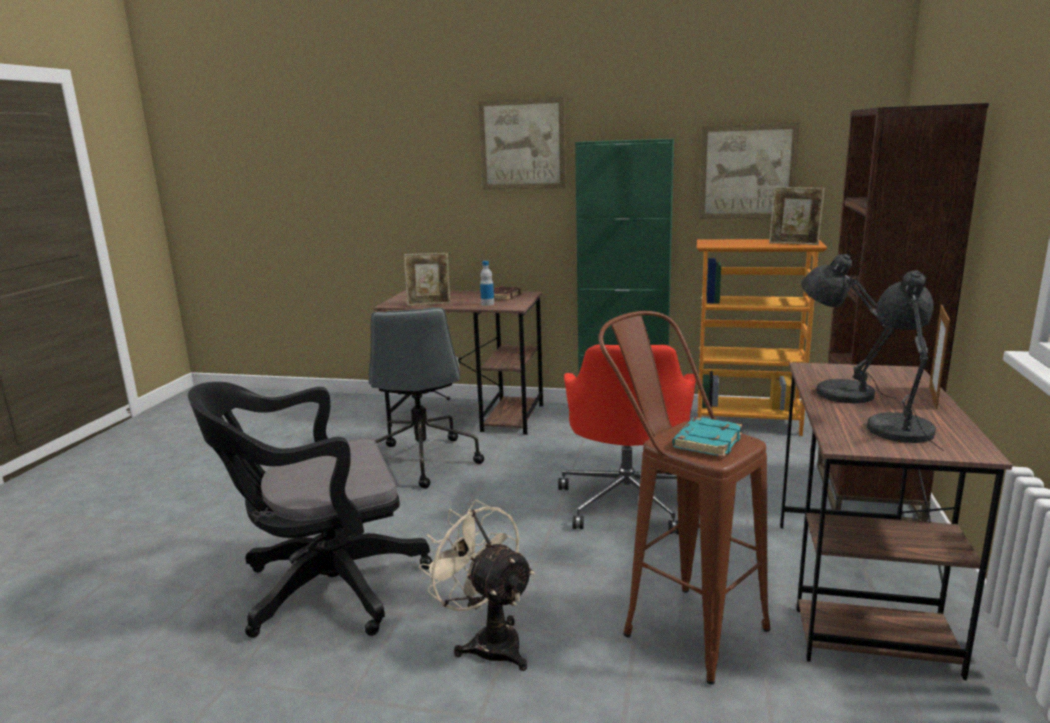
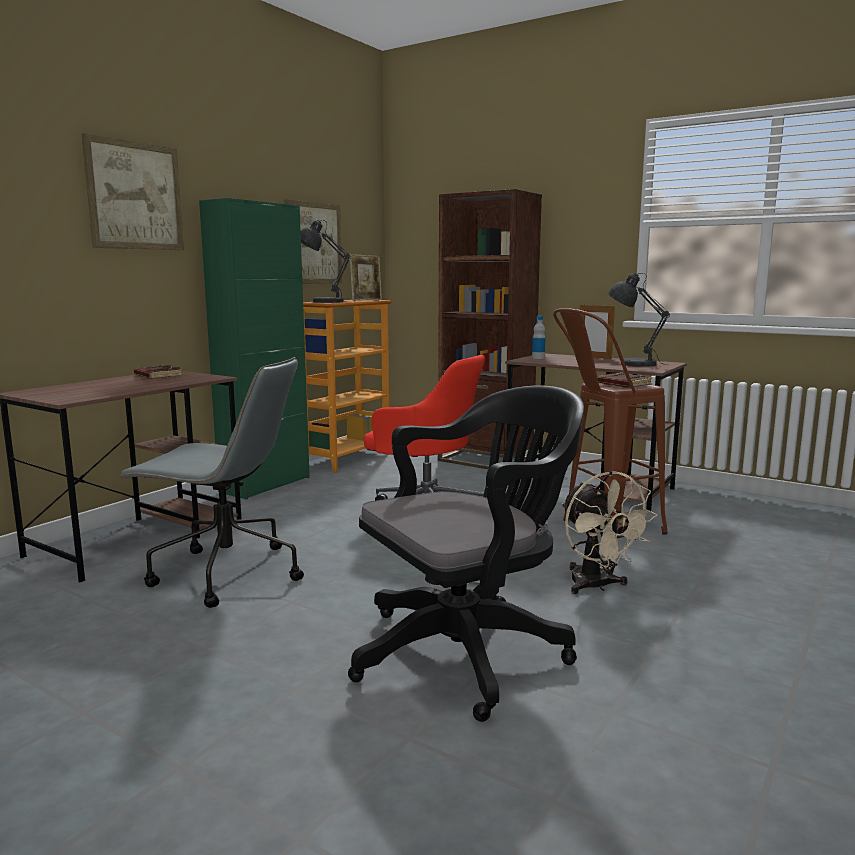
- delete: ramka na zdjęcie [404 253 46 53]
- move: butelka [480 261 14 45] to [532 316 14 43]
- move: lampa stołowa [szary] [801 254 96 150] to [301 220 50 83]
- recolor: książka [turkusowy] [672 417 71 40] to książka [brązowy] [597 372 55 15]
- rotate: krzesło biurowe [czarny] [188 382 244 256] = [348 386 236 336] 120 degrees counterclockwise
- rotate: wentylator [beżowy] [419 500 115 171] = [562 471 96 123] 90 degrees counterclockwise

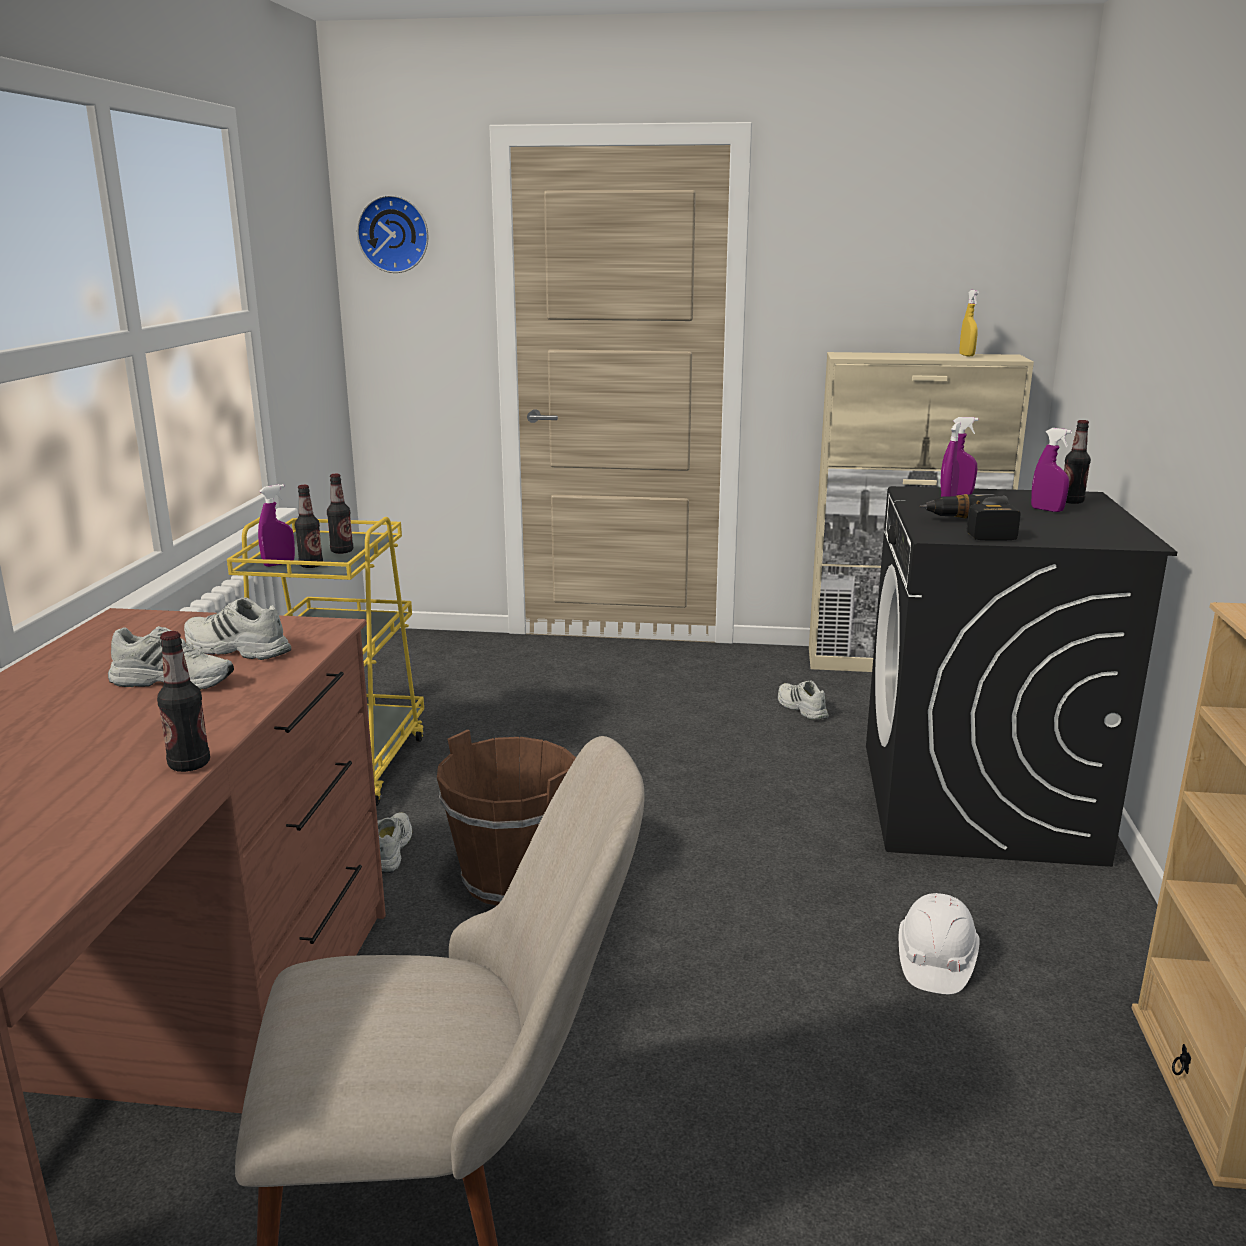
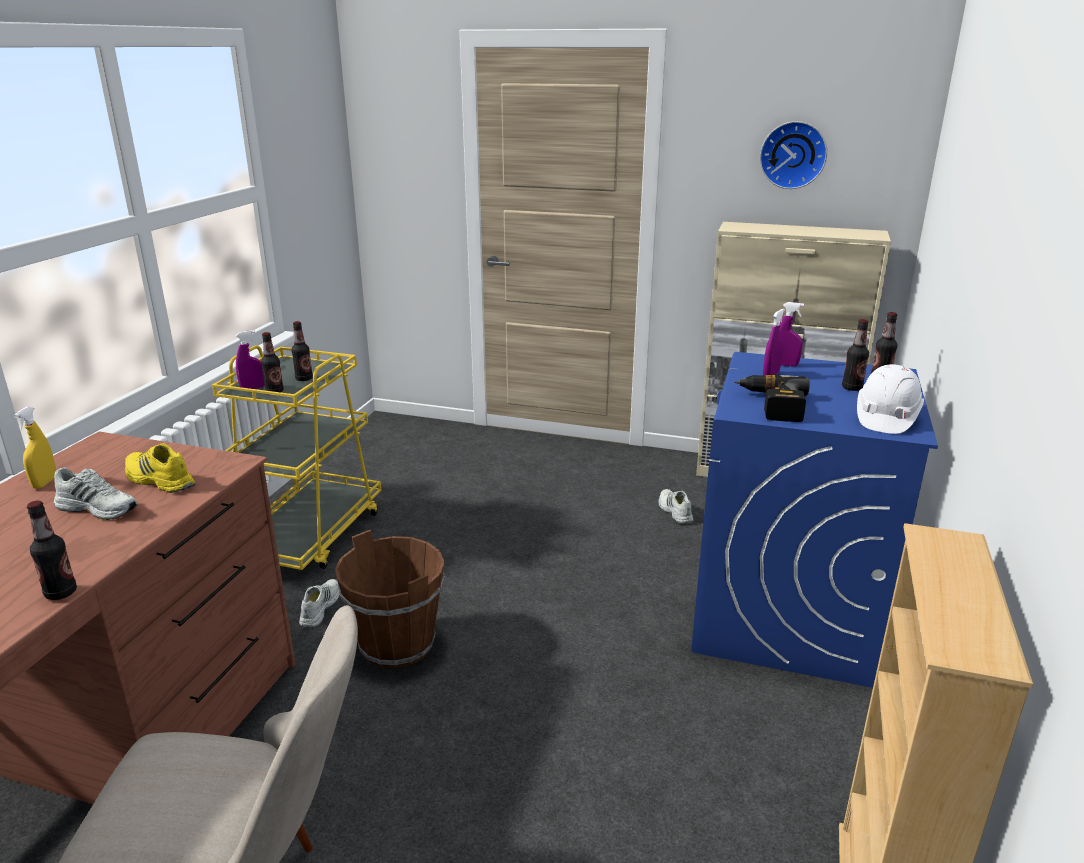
- move: zegar ścienny [357 195 71 78] to [760 121 67 68]
- move: kask [biały] [899 893 81 101] to [857 364 67 70]
- move: spryskiwacz [żółty] [959 290 20 66] to [14 407 42 82]
- replace: spryskiwacz [fioletowy] [1031 428 41 84] to butelka [842 319 27 72]
- recolor: but [biały] [184 597 107 63] to but [żółty] [125 443 70 50]
- recolor: pralka [czarny] [866 486 311 381] to pralka [niebieski] [691 352 247 336]

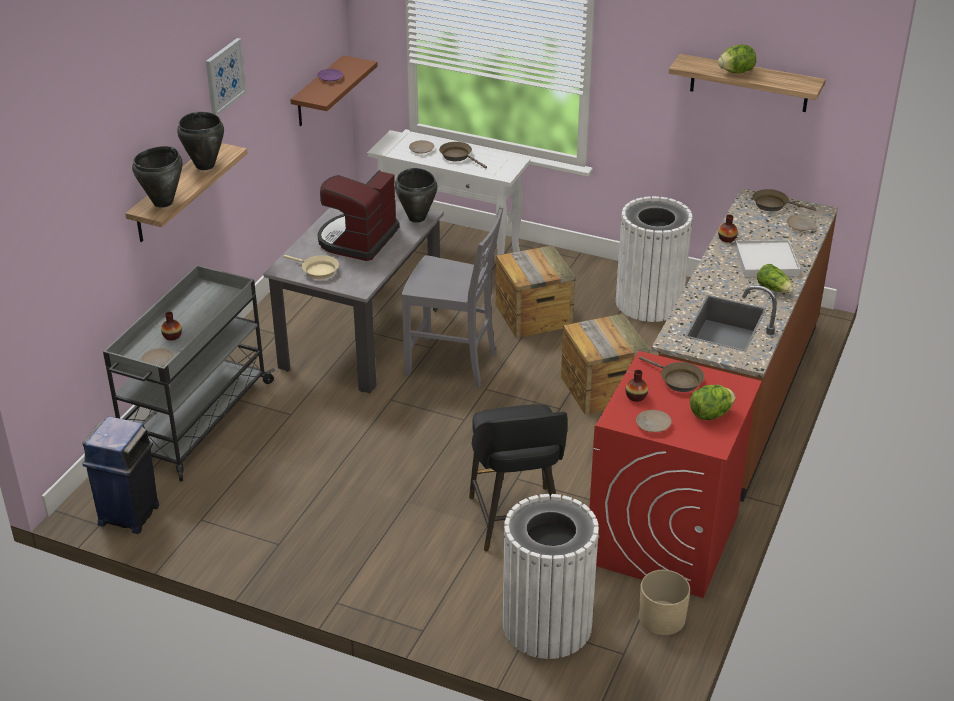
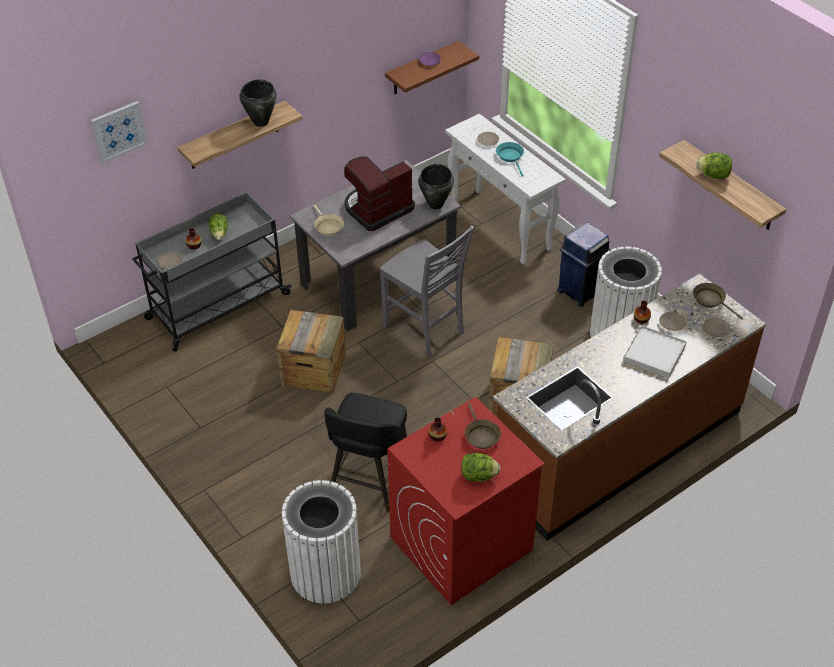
- delete: garnek [czarny] [132 146 51 62]
- delete: donica [beżowy] [639 570 51 65]
- move: kosz na śmieci [niebieski] [82 416 77 118] to [557 222 54 85]
- move: obraz [206 38 41 78] to [91 101 56 62]
- move: skrzynka [496 245 79 93] to [276 310 70 83]
- move: talerz [beżowy] [636 410 35 22] to [659 312 27 19]
- move: sałata [757 264 37 29] to [209 214 19 26]
- recolor: patelnia [brązowy] [439 142 48 26] to patelnia [turkusowy] [496 142 28 35]

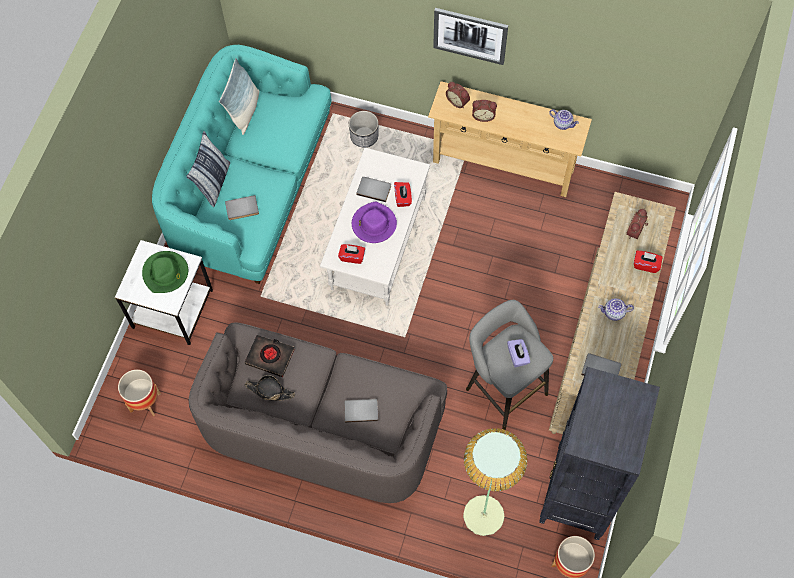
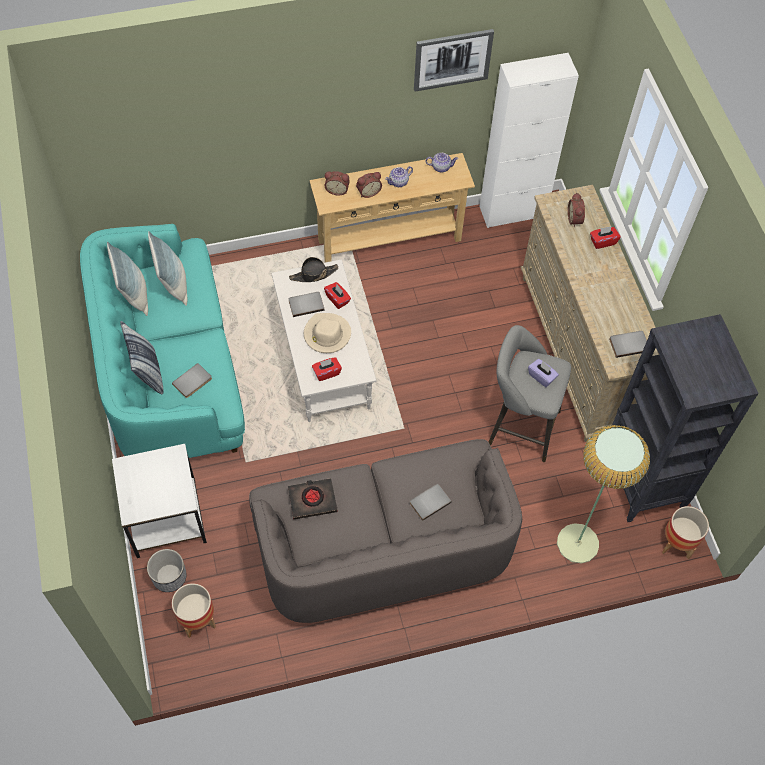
- delete: kapelusz [zielony] [142 251 46 42]
- insert: poduszka [148 231 39 75]
- insert: szafka [biały] [480 53 99 175]
- move: kapelusz [czarny] [244 375 51 26] to [289 257 49 25]
- move: donica [349 111 29 37] to [147 549 39 43]
- move: obraz [433 8 75 57] to [414 29 80 63]
- move: imbryk [598 298 36 23] to [385 166 28 21]
- recolor: kapelusz [fioletowy] [352 202 45 41] to kapelusz [beżowy] [304 313 47 40]

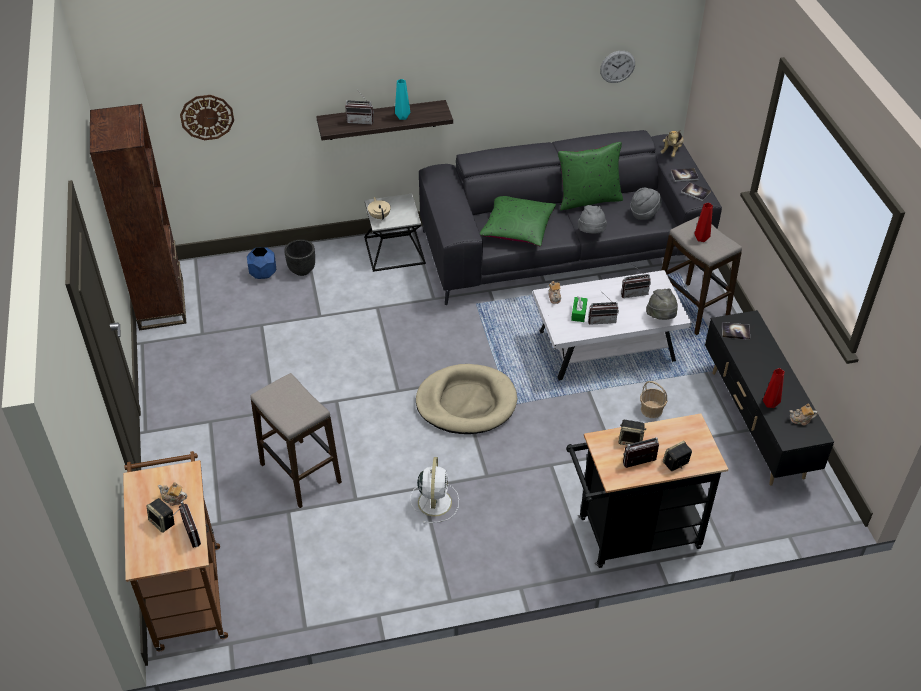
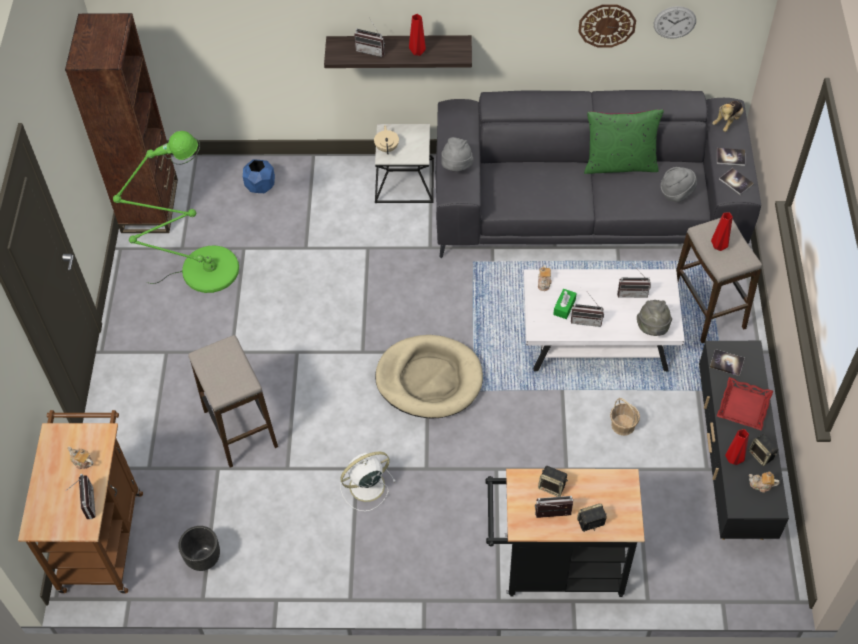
- delete: poduszka [zielony] [480 196 76 50]
- insert: lampa stojąca [zielony] [113 131 126 162]
- insert: taca [czerwony] [717 377 56 54]
- move: głośnik [146 498 28 35] to [749 434 30 32]
- move: zegar ścienny [180 95 54 45] to [578 4 58 43]
- move: donica [czarny] [284 239 31 37] to [178 526 42 45]
- move: kapelusz [szary] [578 205 29 29] to [441 137 32 34]
- recolor: wazon [turkusowy] [395 79 15 41] to wazon [czerwony] [409 14 17 42]
- rotate: wentylator [biały] [410 457 49 67] = [340 451 56 60] 135 degrees counterclockwise

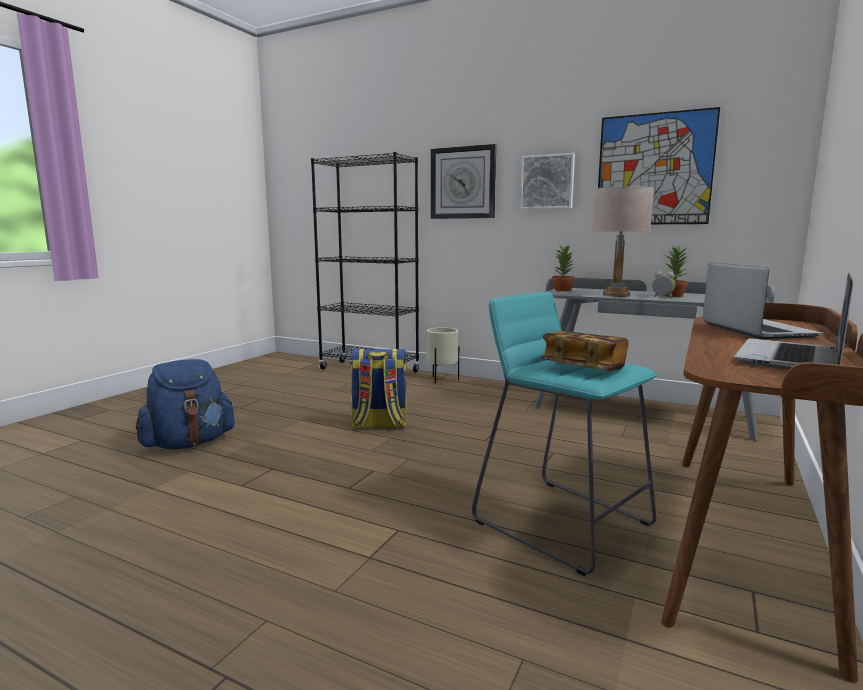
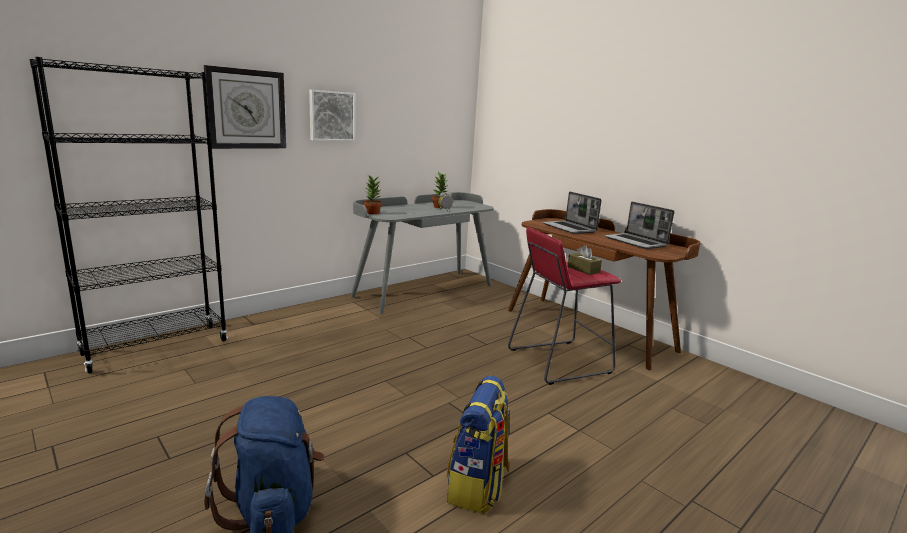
- delete: donica [beżowy] [427 327 32 57]
- delete: lampa stołowa [beżowy] [592 187 62 110]
- delete: obraz [598 107 122 117]
- move: plecak [350 349 57 79] to [447 375 62 139]
- replace: książka [540 331 88 40] to pudełko chusteczek [brązowy] [567 245 35 30]
- recolor: stołek [turkusowy] [472 292 185 284] to stołek [czerwony] [508 227 113 158]
- rotate: laptop [703 262 120 77] = [542 192 60 42] 135 degrees counterclockwise

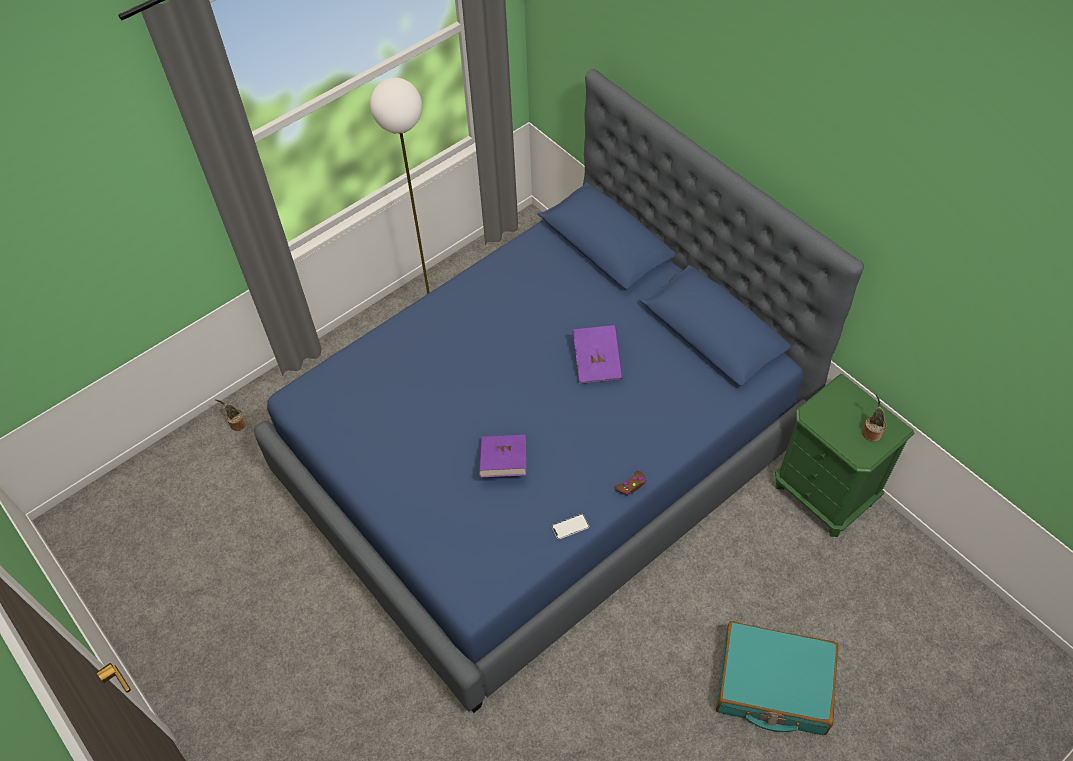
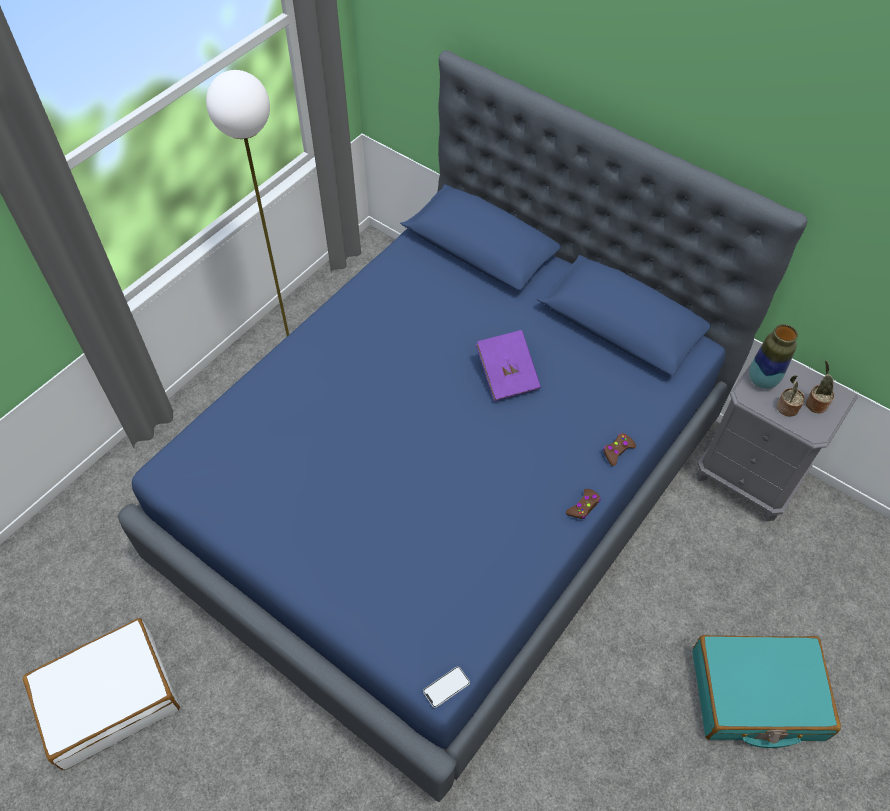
- delete: książka [fioletowy] [479 435 47 42]
- insert: walizka [biały] [23 618 157 152]
- insert: pad do gier [brązowy] [603 433 33 33]
- insert: wazon [749 324 49 65]
- move: roślina doniczkowa [215 399 32 32] to [777 375 28 42]
- move: telefon [552 514 37 25] to [423 666 47 42]
- recolor: szafka nocna [zielony] [775 374 140 163] to szafka nocna [szary] [696 360 162 161]

